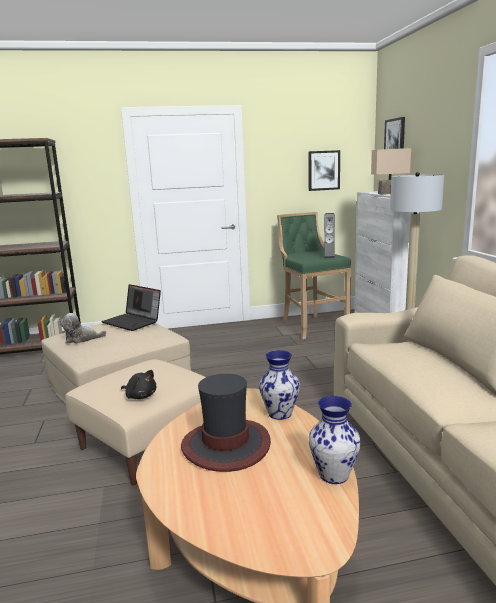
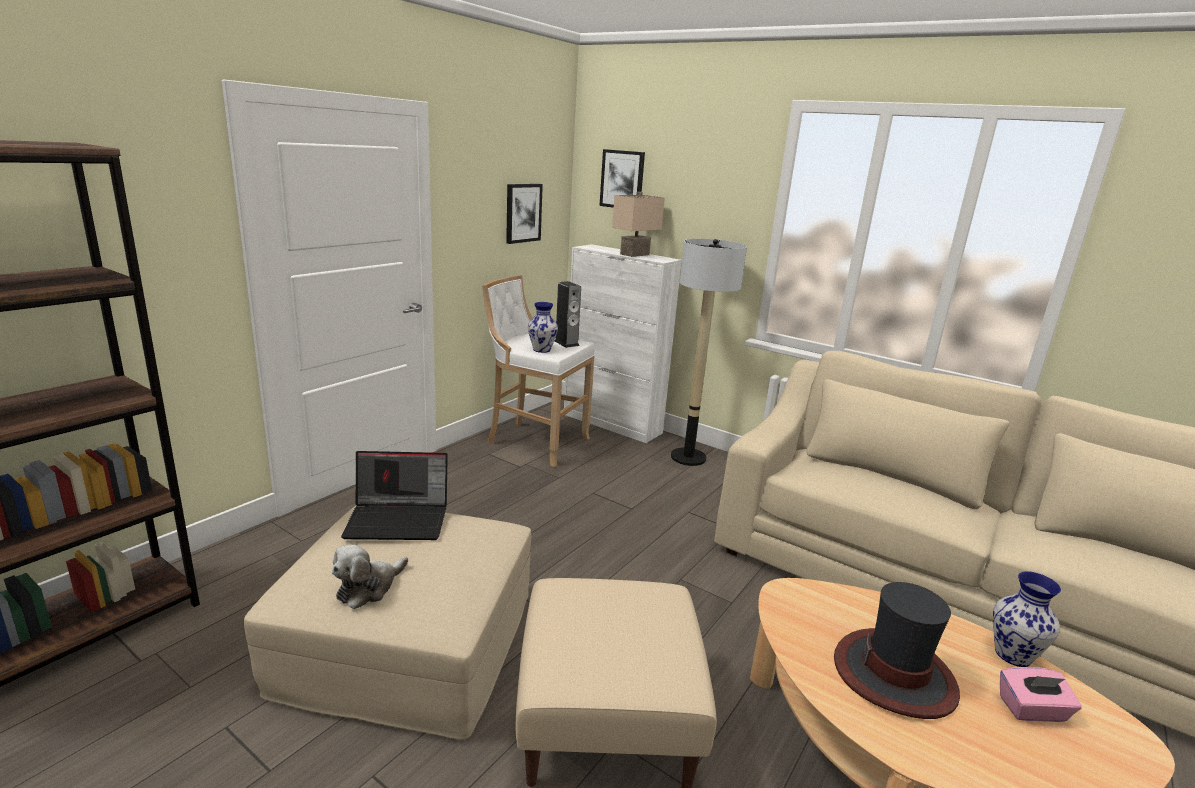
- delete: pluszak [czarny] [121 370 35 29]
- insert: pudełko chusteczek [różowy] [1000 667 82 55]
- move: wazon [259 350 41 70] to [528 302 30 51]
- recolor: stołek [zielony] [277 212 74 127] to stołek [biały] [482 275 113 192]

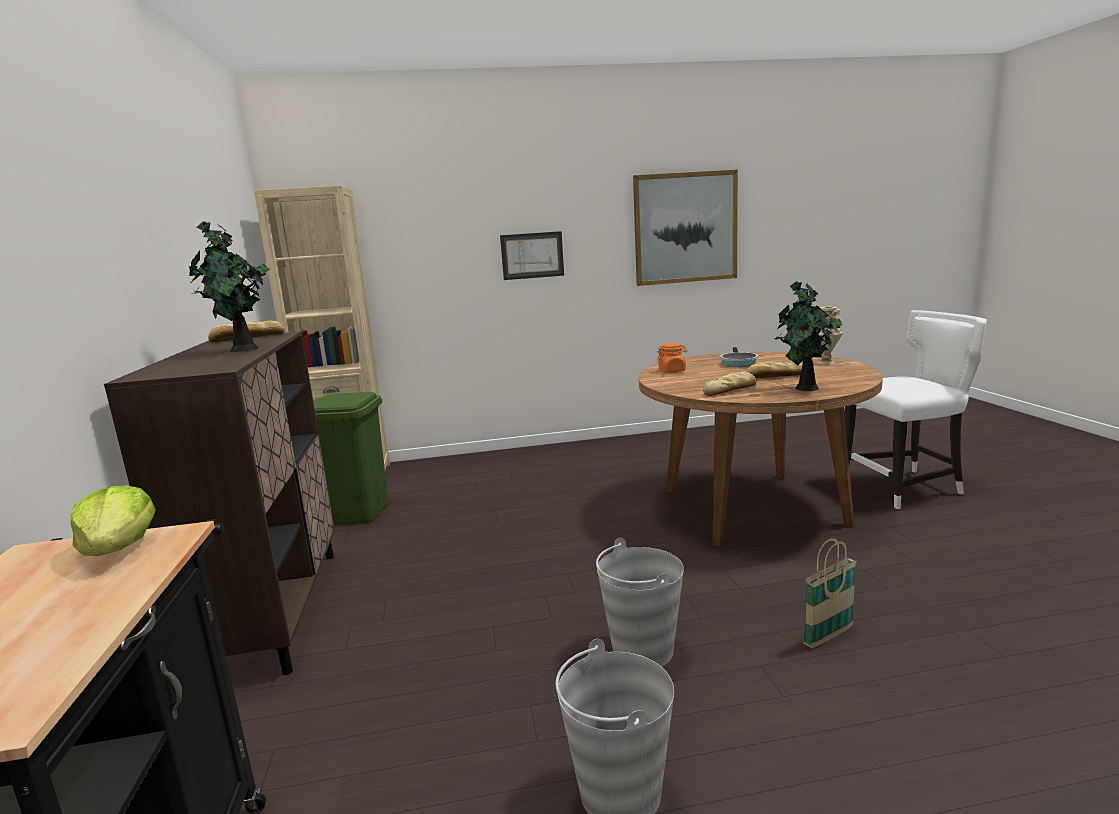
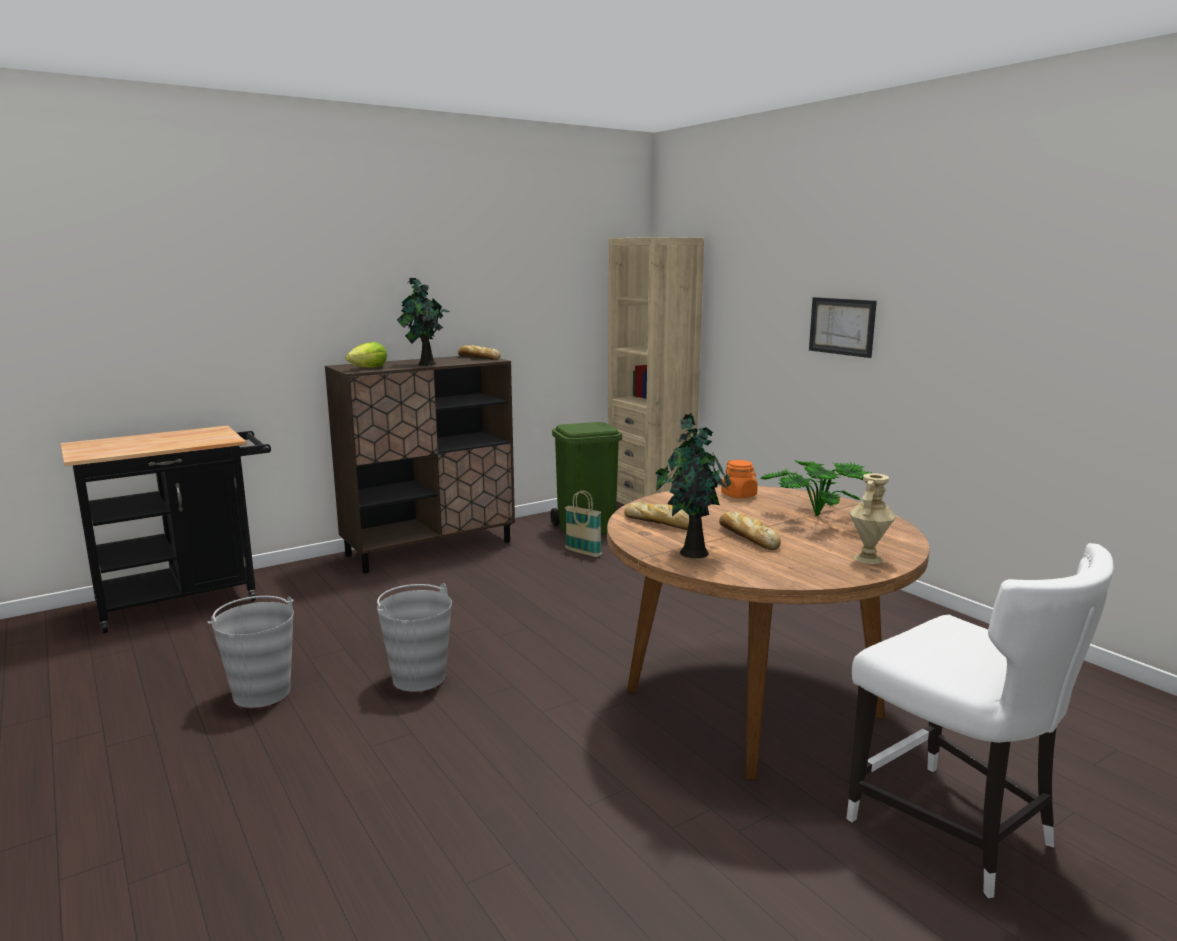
- delete: obraz [633 170 105 116]
- move: sałata [70 485 85 71] to [346 342 41 26]
- move: koszyk [803 538 54 110] to [565 491 37 66]
- replace: patelnia [720 347 38 20] to roślina doniczkowa [760 460 112 56]

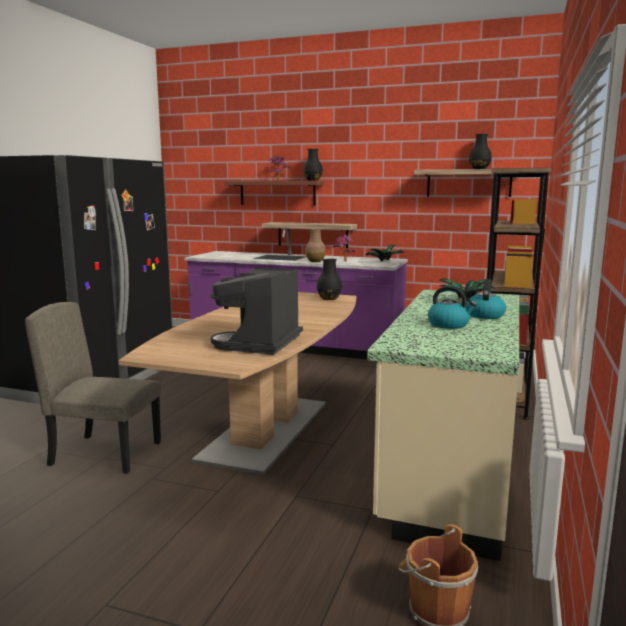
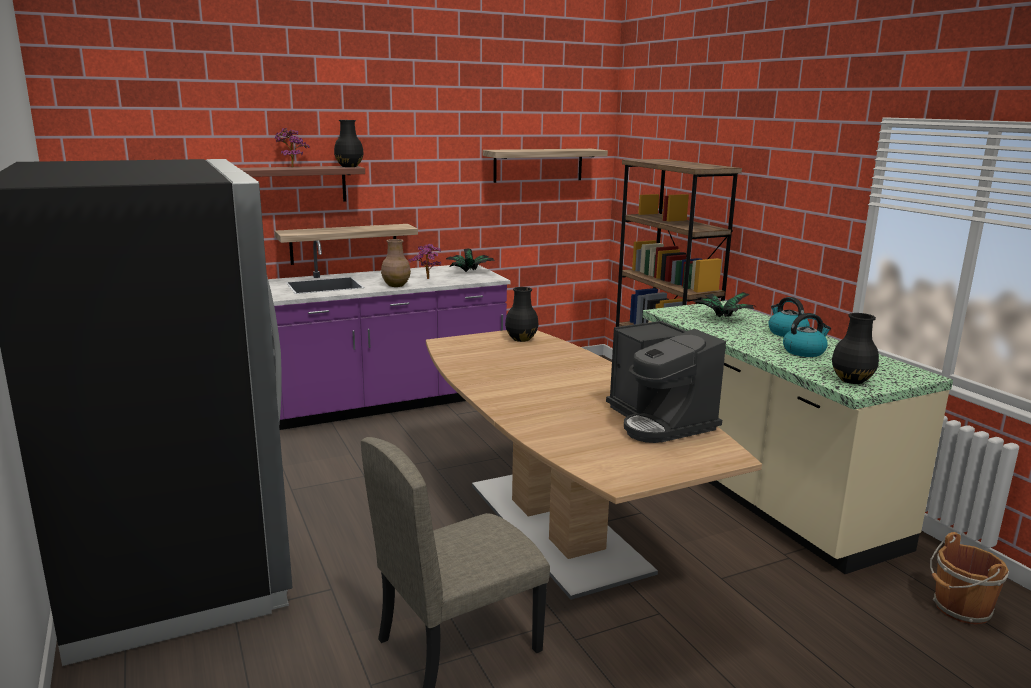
- move: wazon [czarny] [469 134 23 35] to [832 313 47 71]

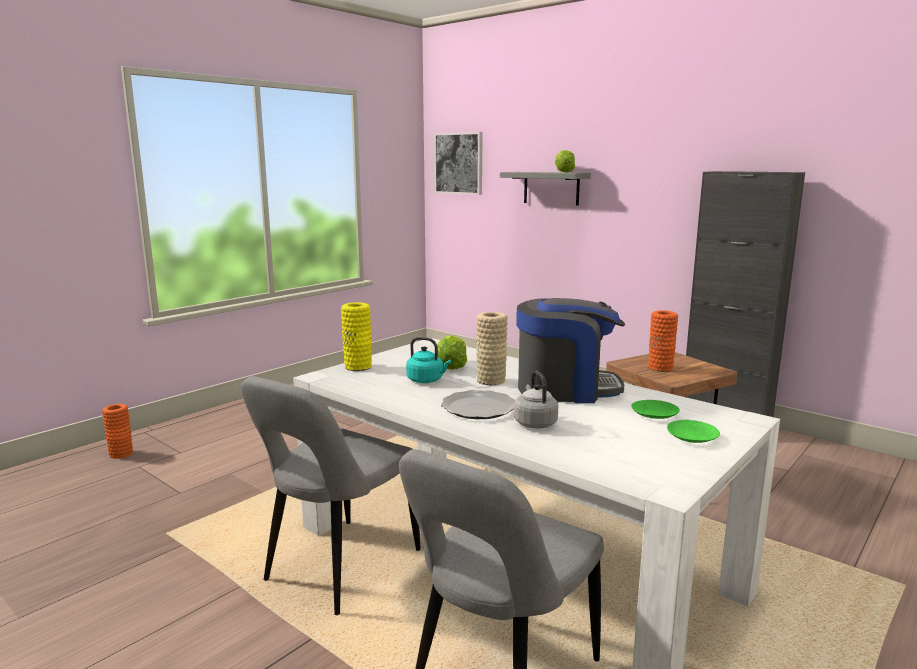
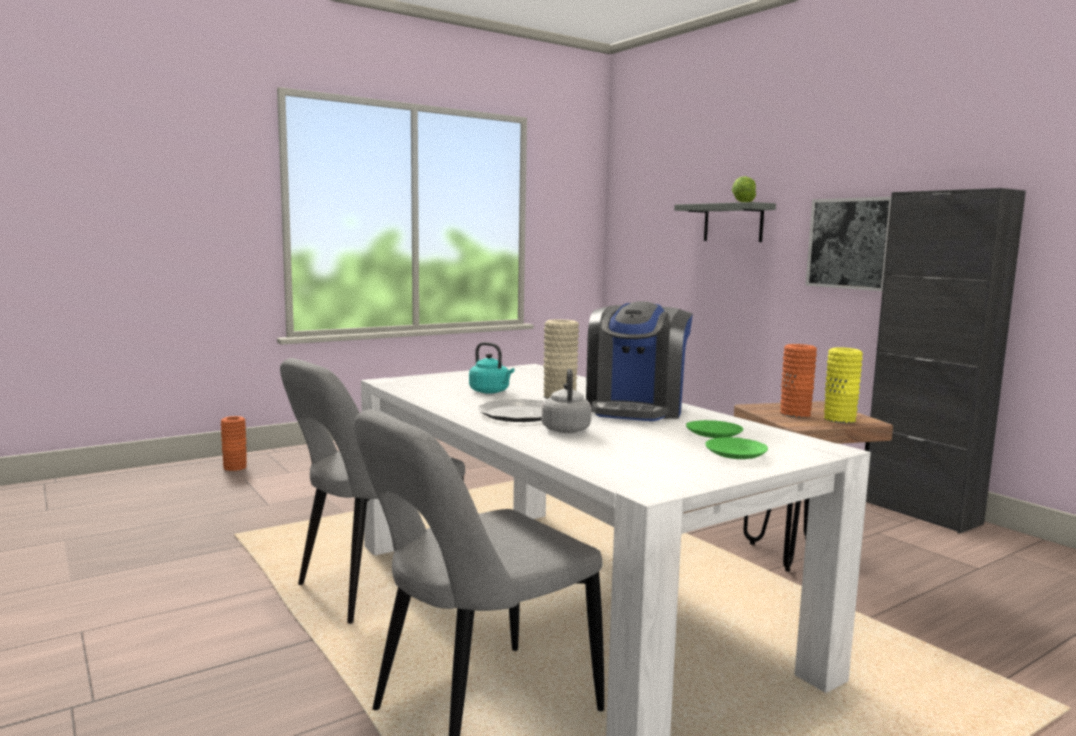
- delete: sałata [437 336 30 34]
- move: wazon [żółty] [341 302 31 69] to [824 347 39 76]
- move: obraz [434 132 49 63] to [805 197 86 94]
- rotate: ekspres do kawy [516 298 109 105] = [586 301 107 120] 90 degrees clockwise

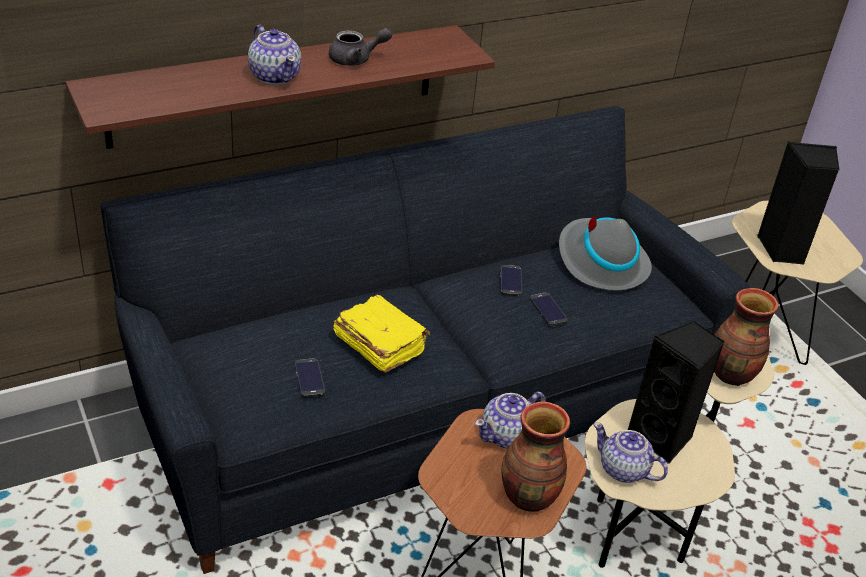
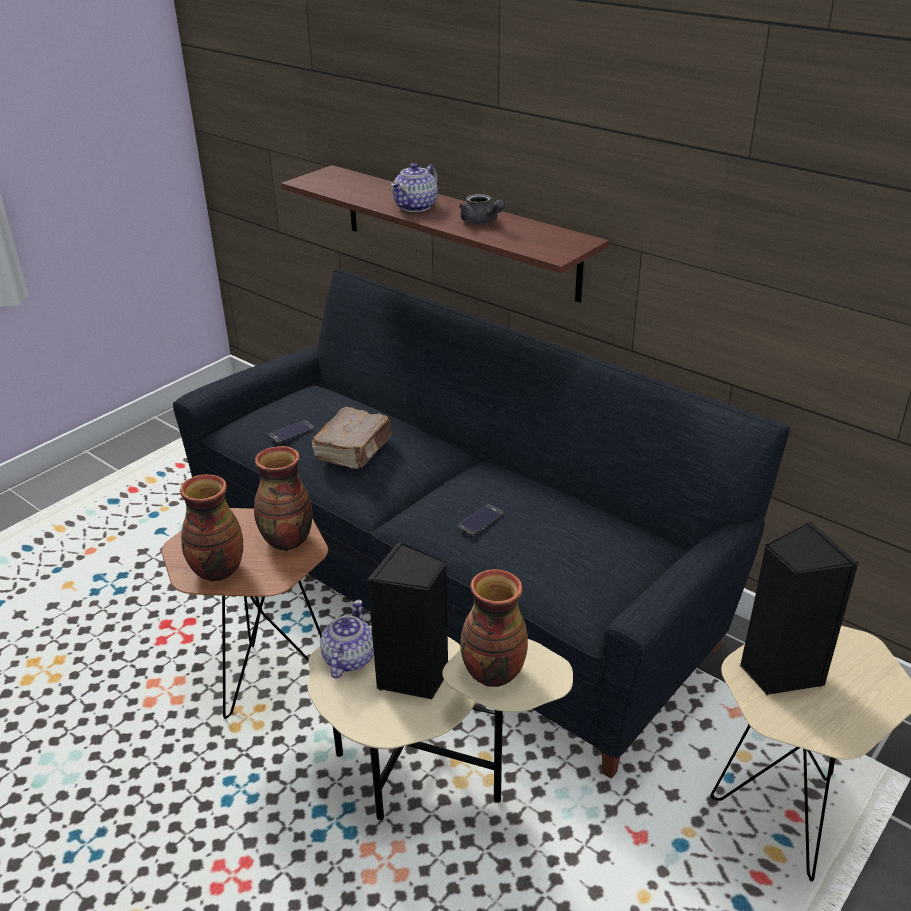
- delete: telefon [500 265 22 31]
- delete: kapelusz [szary] [559 215 93 76]
- replace: imbryk [475 391 71 58] to wazon [254 446 58 105]
- recolor: książka [żółty] [333 295 97 77] to książka [brązowy] [312 407 80 62]

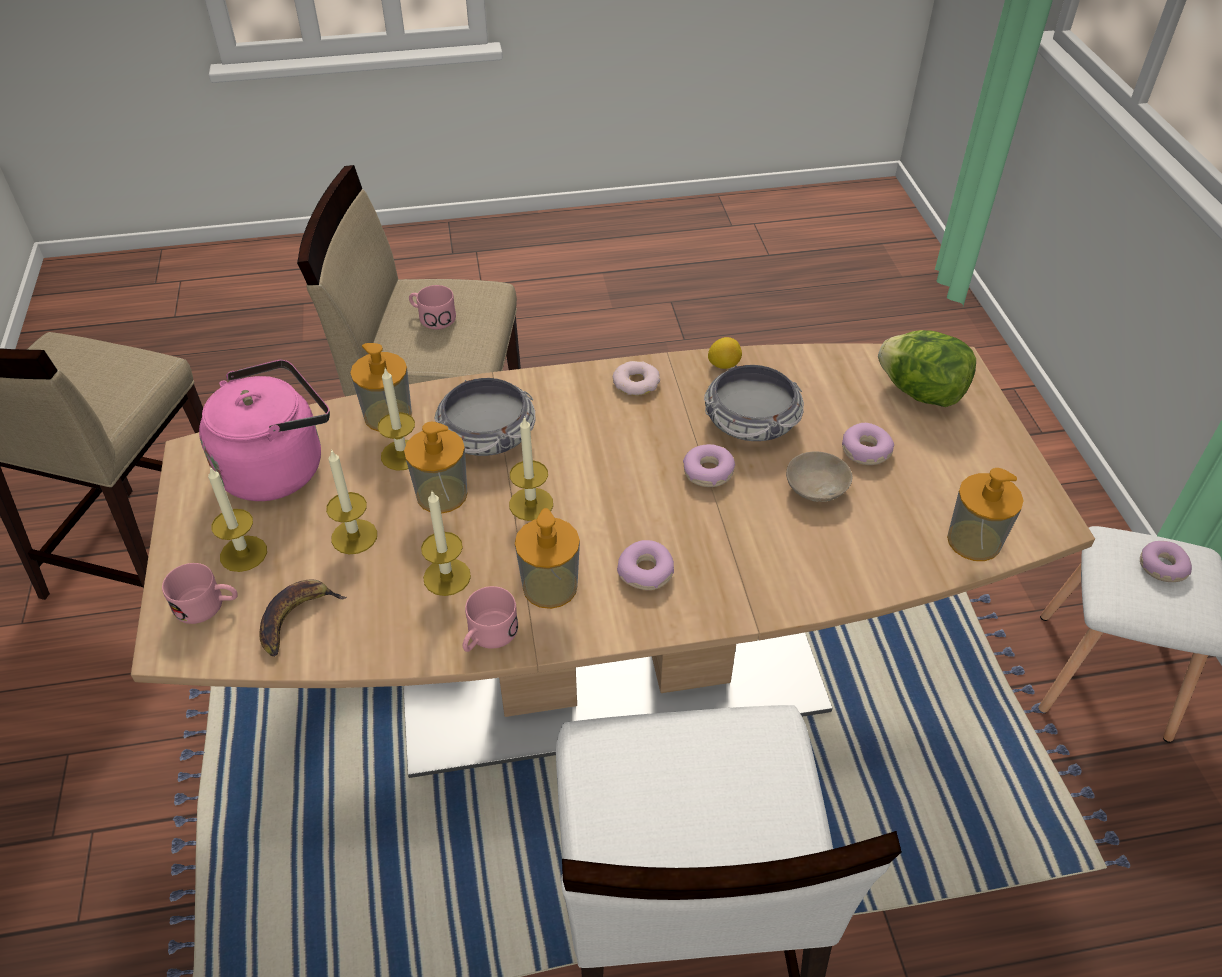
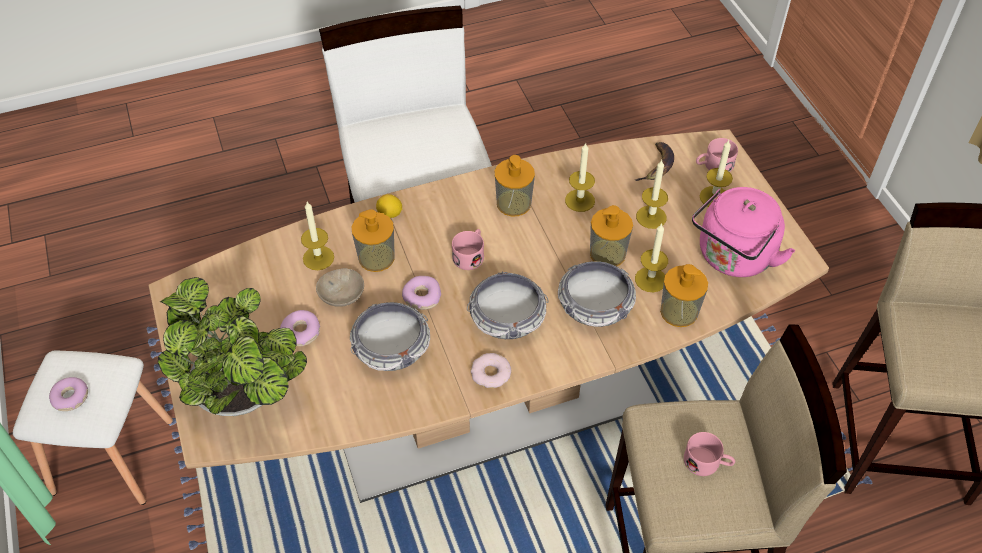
- delete: donut [617 540 57 50]
- insert: miska [467 271 82 68]
- move: kubek [różowy] [463 586 55 66] to [452 229 32 41]
- move: świeca [509 416 44 105] to [301 202 33 68]
- move: cytryna [708 337 34 32] to [376 194 26 24]
- move: dozownik mydła [947 468 77 93] to [352 209 43 63]
- replace: sałata [878 330 98 77] to roślina doniczkowa [158 277 149 139]

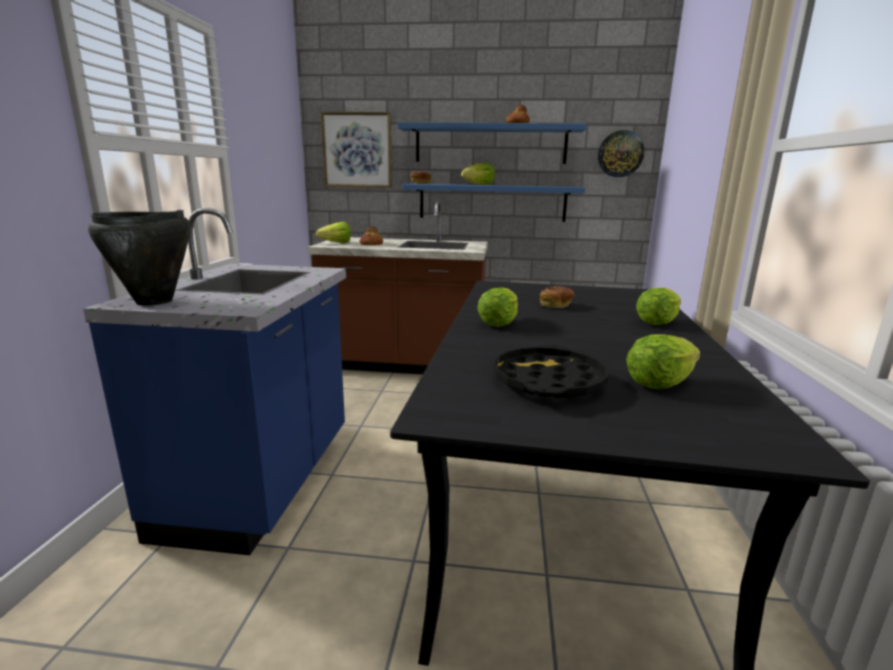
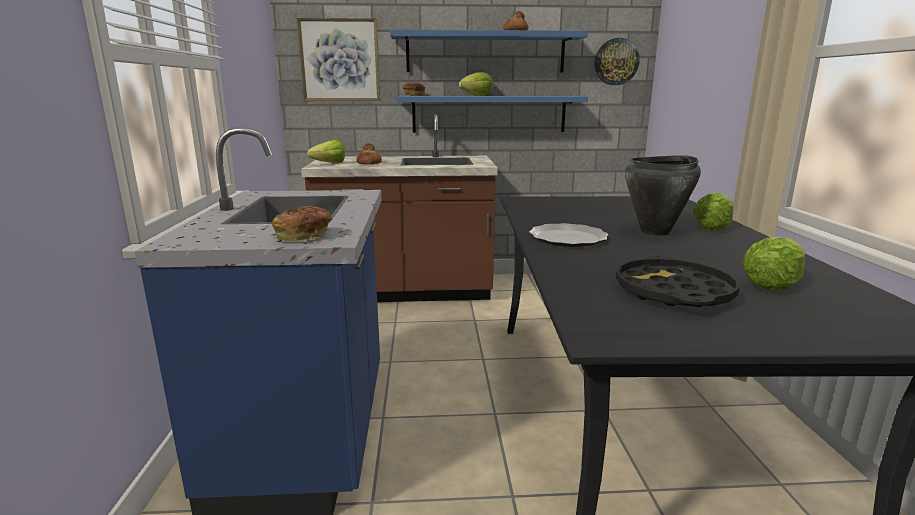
- move: garnek [czarny] [88 210 102 95] to [625 155 76 81]
- move: chleb [540 286 35 22] to [272 206 60 35]
- replace: sałata [477 287 41 40] to talerz [529 223 80 24]

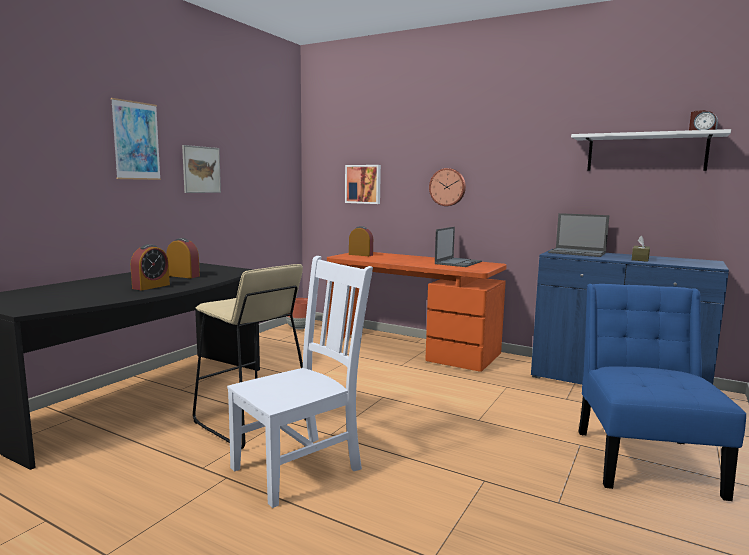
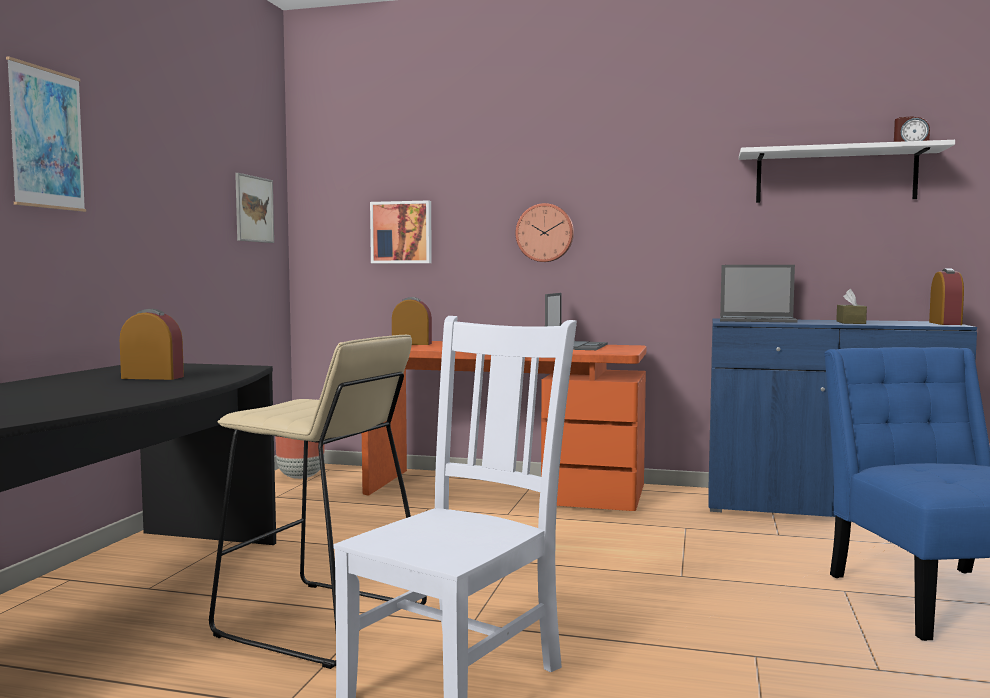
- move: budzik [131 244 39 46] to [929 269 35 56]
- move: obraz [182 145 39 48] to [235 173 39 70]

